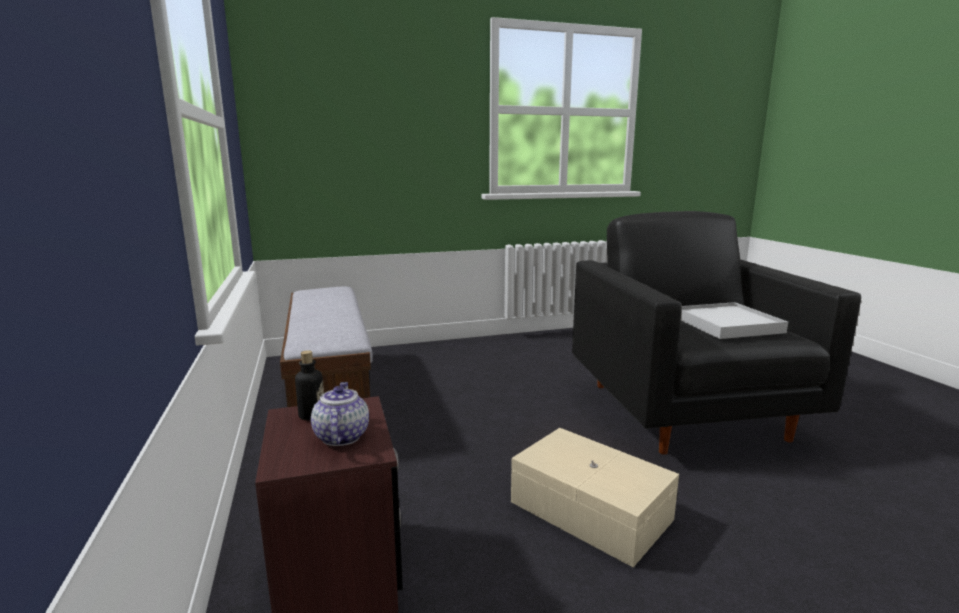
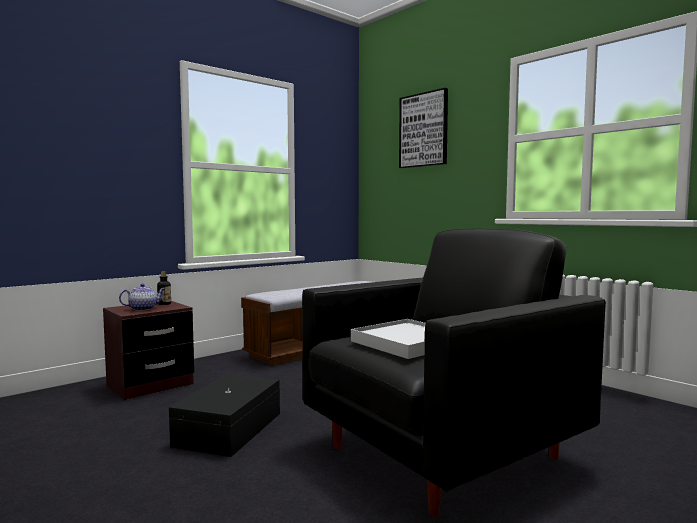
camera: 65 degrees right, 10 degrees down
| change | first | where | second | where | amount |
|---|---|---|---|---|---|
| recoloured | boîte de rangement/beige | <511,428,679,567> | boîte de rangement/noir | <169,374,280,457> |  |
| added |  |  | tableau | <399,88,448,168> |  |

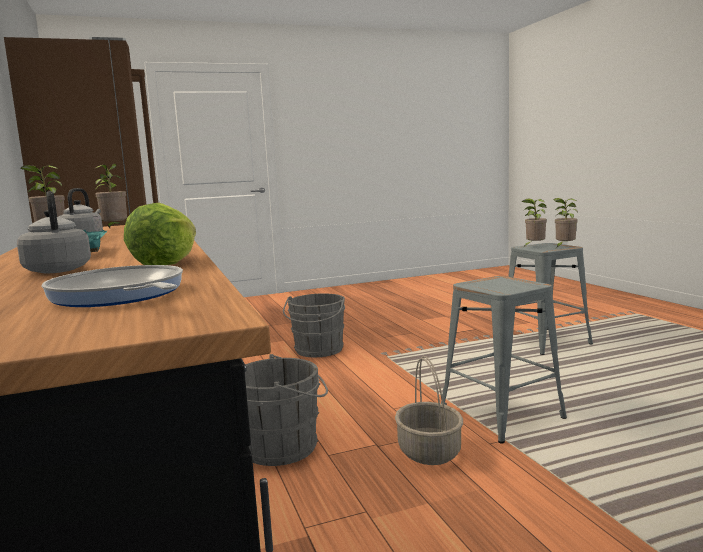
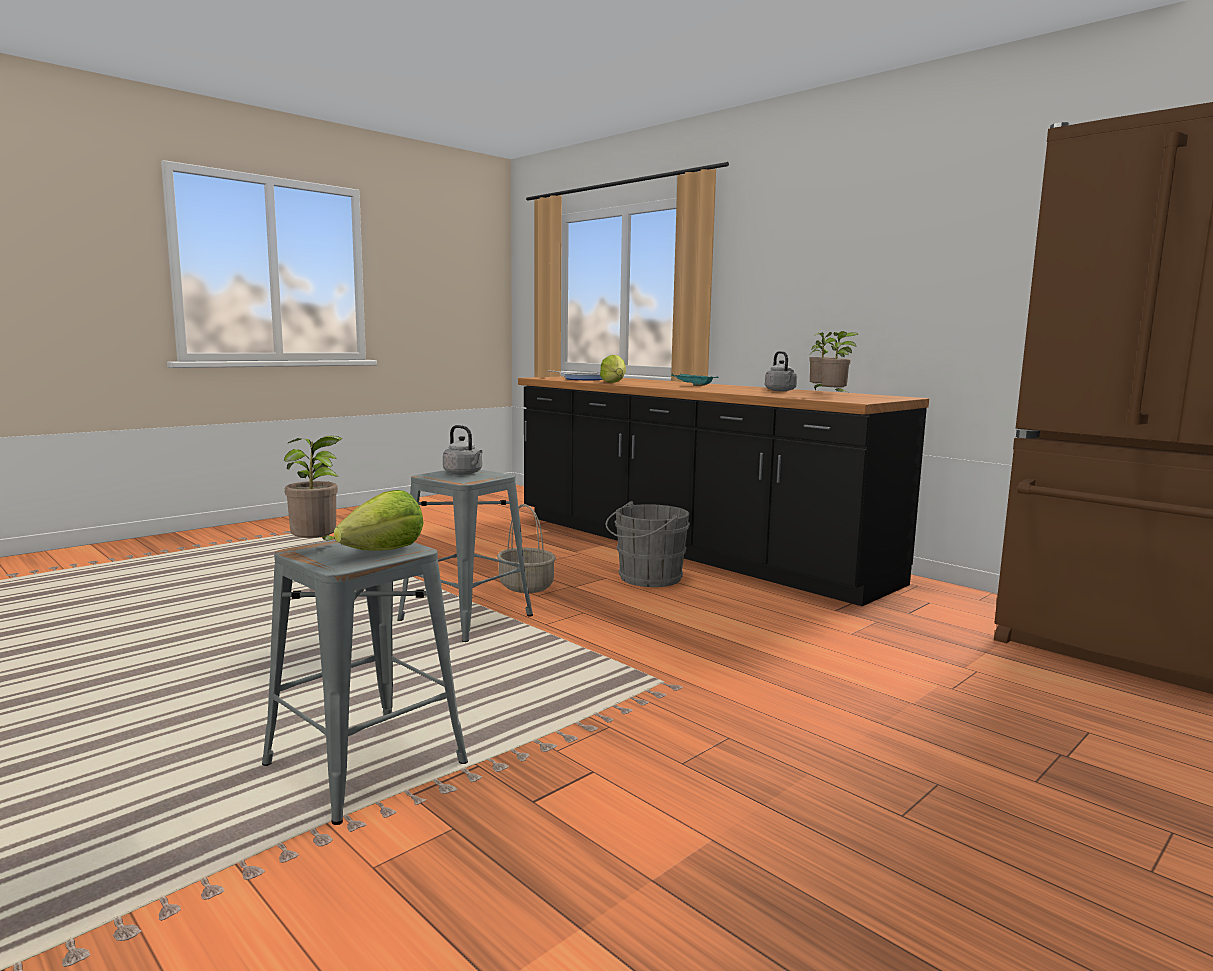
camera: 155 degrees right, 0 degrees up
| change | first | where | second | where | amount |
|---|---|---|---|---|---|
| moved | bouilloire/gris | <17,191,91,273> |  | <443,425,482,475> |  |
| removed | seau/gris | <283,294,345,357> |  |  |  |
| replaced | plante en pot | <521,199,547,246> | laitue | <334,490,423,551> |  |

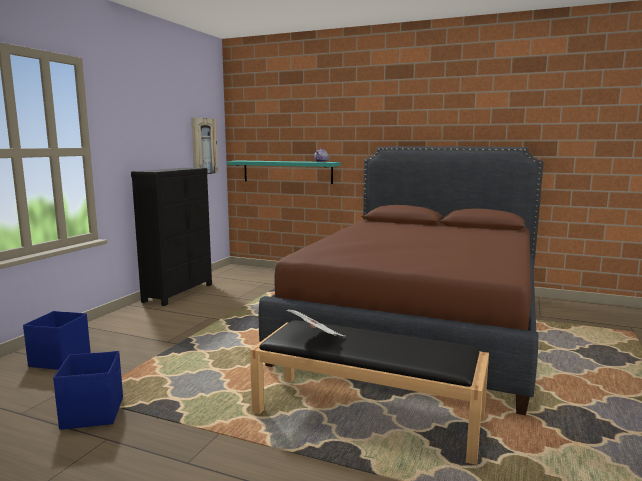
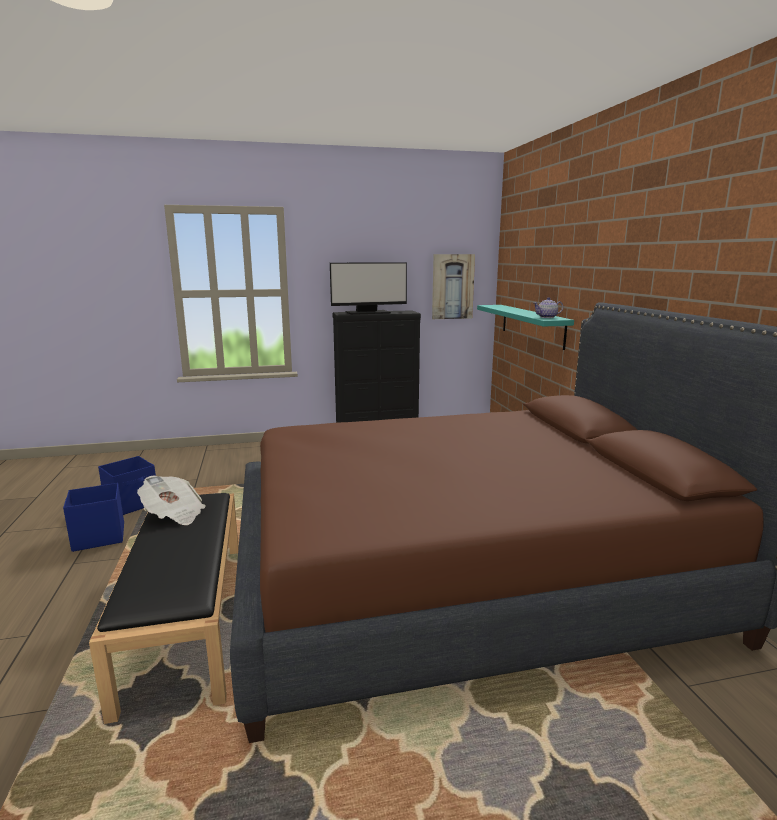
camera: 55 degrees right, 5 degrees up
| change | first | where | second | where | amount |
|---|---|---|---|---|---|
| moved | boîte de rangement/bleu | <23,311,90,370> |  | <63,483,124,552> |  |
| added |  |  | écran d'ordinateur | <330,262,407,315> |  |

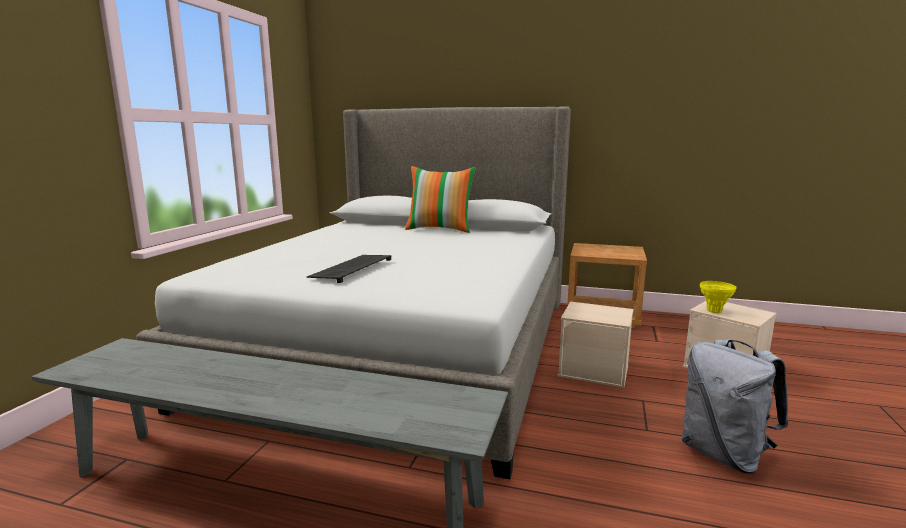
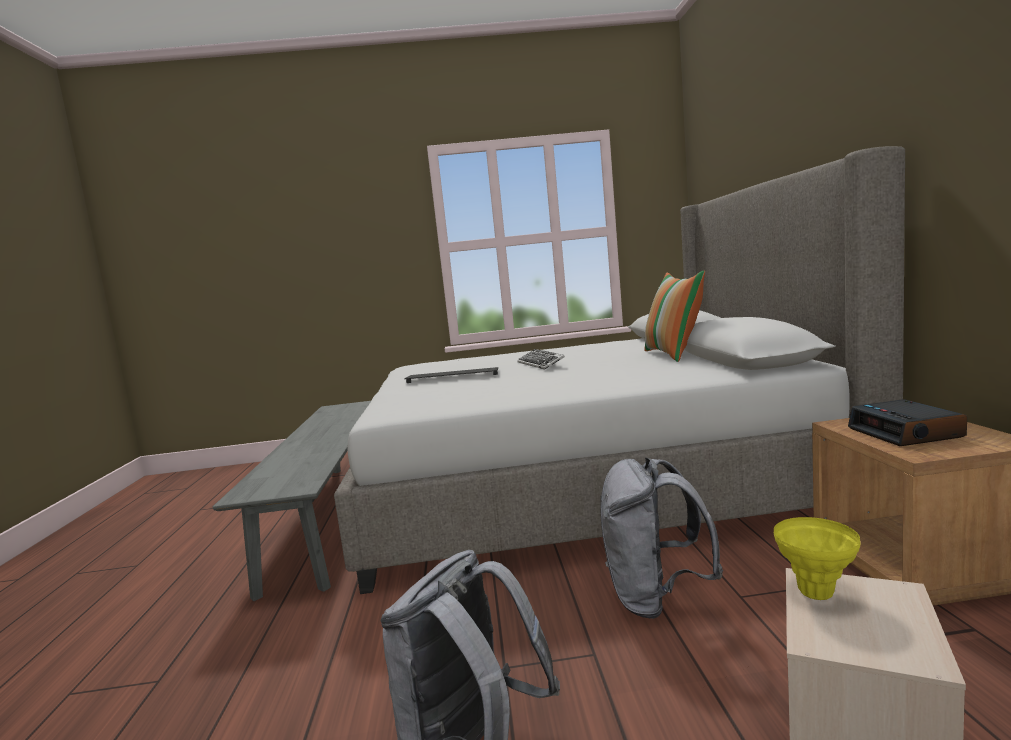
camera: 70 degrees right, 5 degrees down
| change | first | where | second | where | amount |
|---|---|---|---|---|---|
| replaced | boîte de rangement/beige | <558,301,633,388> | sac à dos/gris | <600,457,723,619> |  |
| added |  |  | clavier | <517,349,565,370> |  |
| added |  |  | réveil | <848,399,967,446> |  |

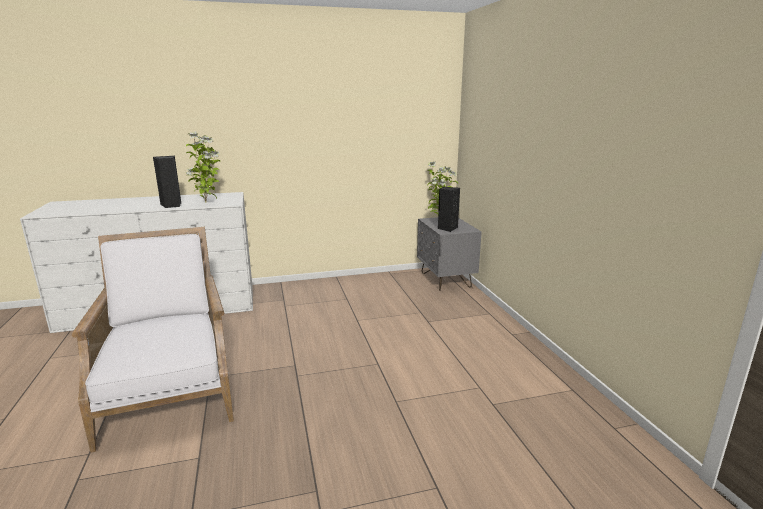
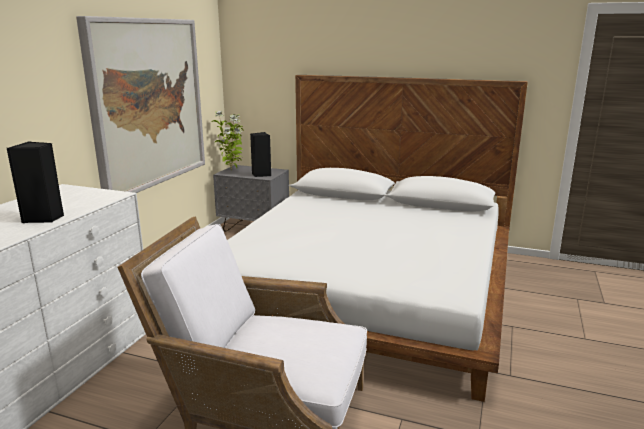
camera: 55 degrees left, 0 degrees up
| change | first | where | second | where | amount |
|---|---|---|---|---|---|
| removed | plante en pot | <186,131,221,203> |  |  |  |
| added |  |  | tableau | <76,16,205,193> |  |
| added |  |  | lit/blanc | <227,75,528,402> |  |

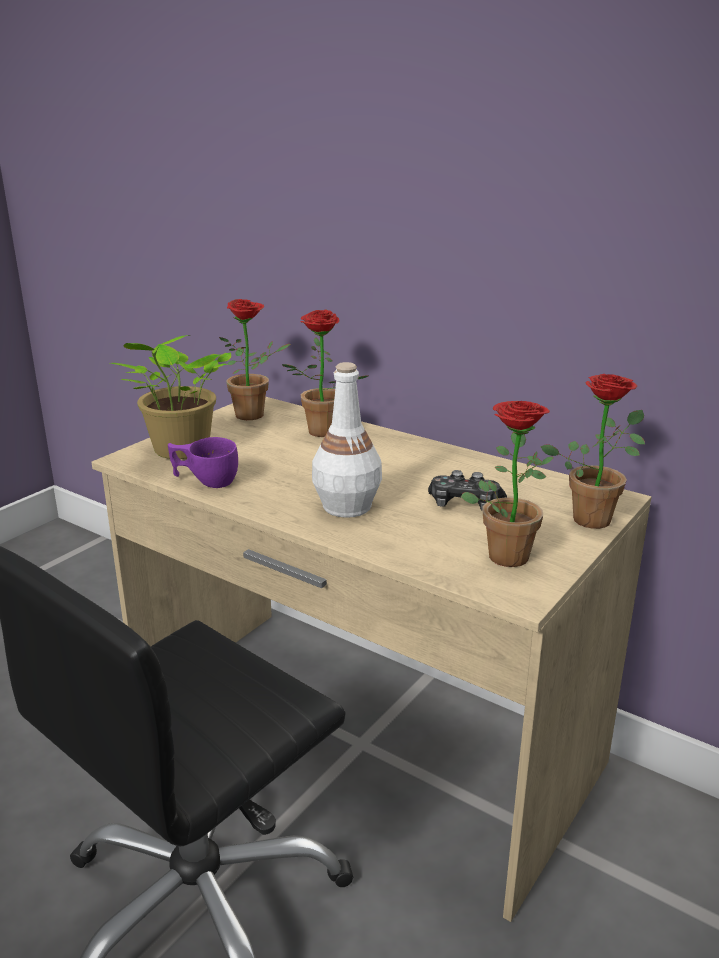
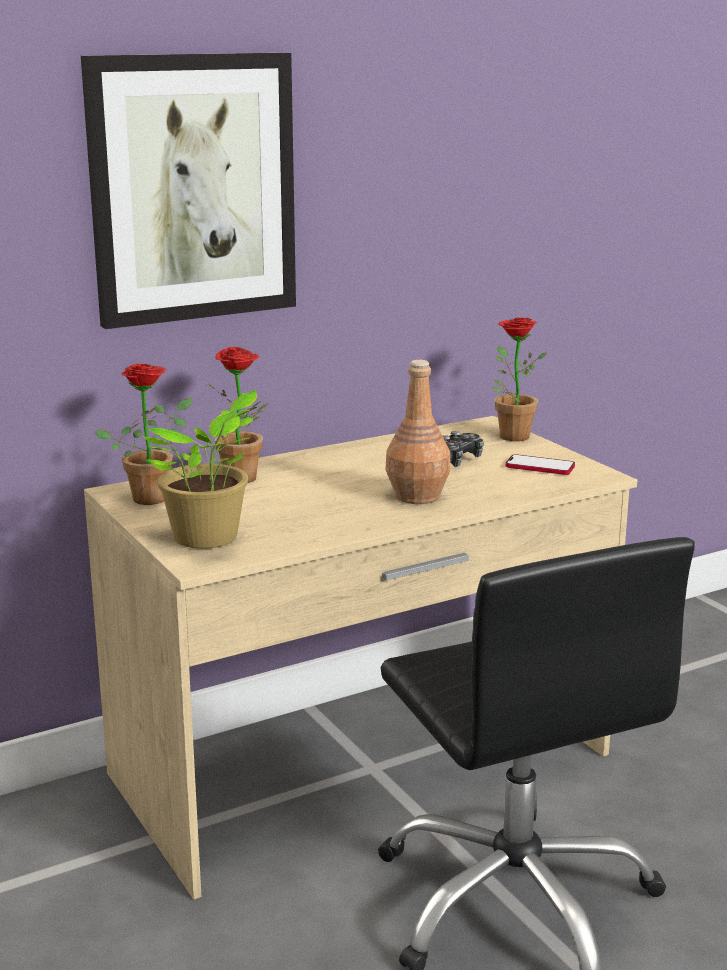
camera: 65 degrees left, 5 degrees down
| change | first | where | second | where | amount |
|---|---|---|---|---|---|
| removed | tasse/violet | <168,437,238,488> |  |  |  |
| recoloured | bouteille/blanc | <312,362,382,518> | bouteille/marron | <386,360,451,504> |  |
| replaced | plante en pot | <461,401,553,567> | téléphone | <506,454,575,475> |  |
| added |  |  | tableau | <81,53,296,329> |  |

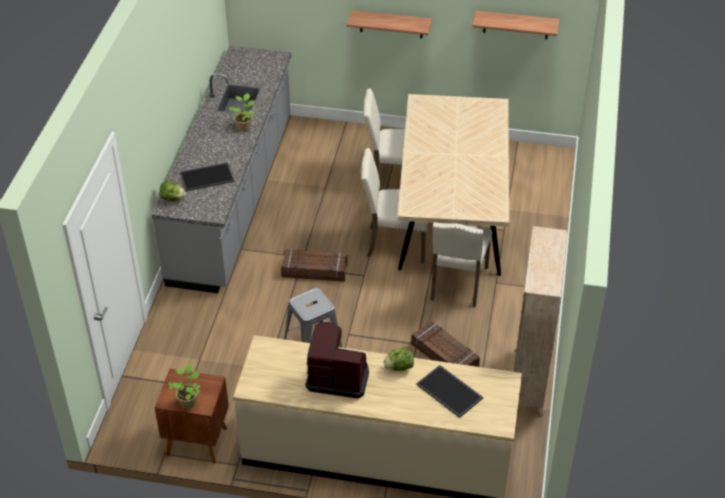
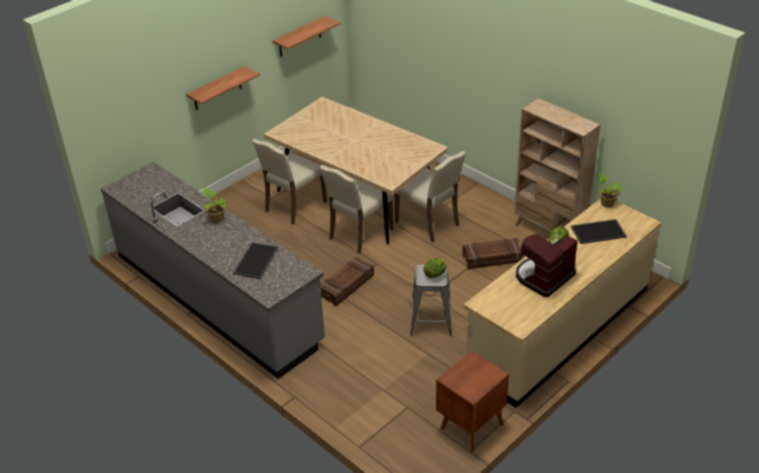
camera: 55 degrees left, 5 degrees down
| change | first | where | second | where | amount |
|---|---|---|---|---|---|
| moved | laitue | <159,181,186,202> |  | <423,258,446,278> |  |
| moved | plante en pot | <168,364,200,409> |  | <598,173,624,208> |  |

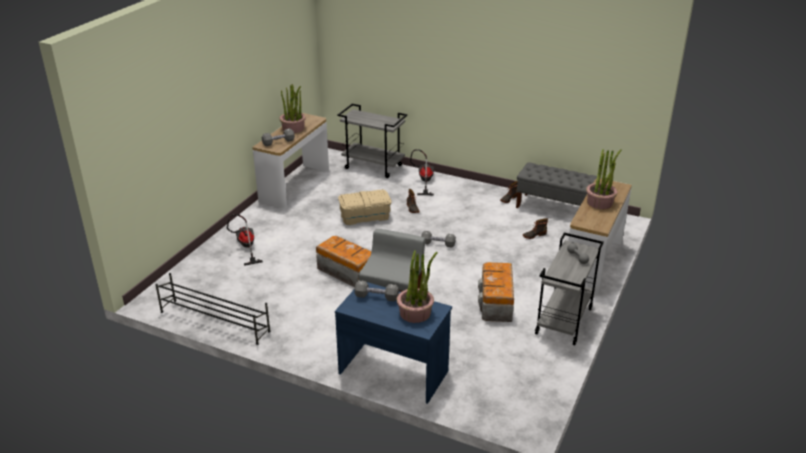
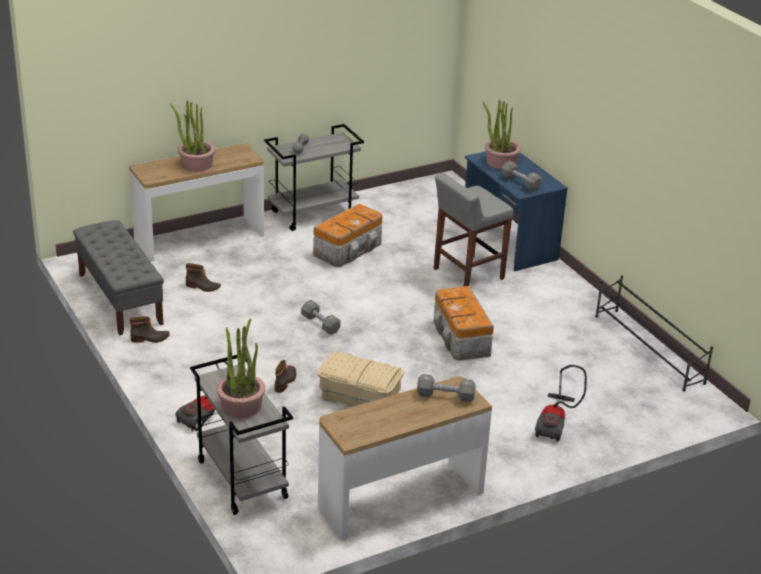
camera: 145 degrees left, 0 degrees up
| change | first | where | second | where | amount |
|---|---|---|---|---|---|
| moved | plante en pot | <280,84,306,133> |  | <217,318,265,418> |  |

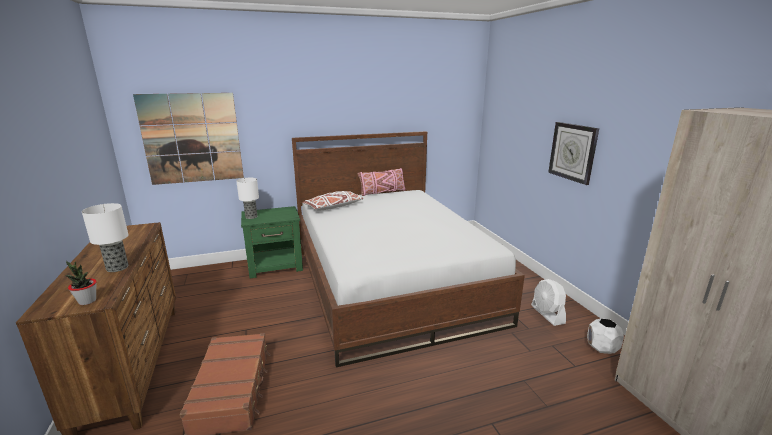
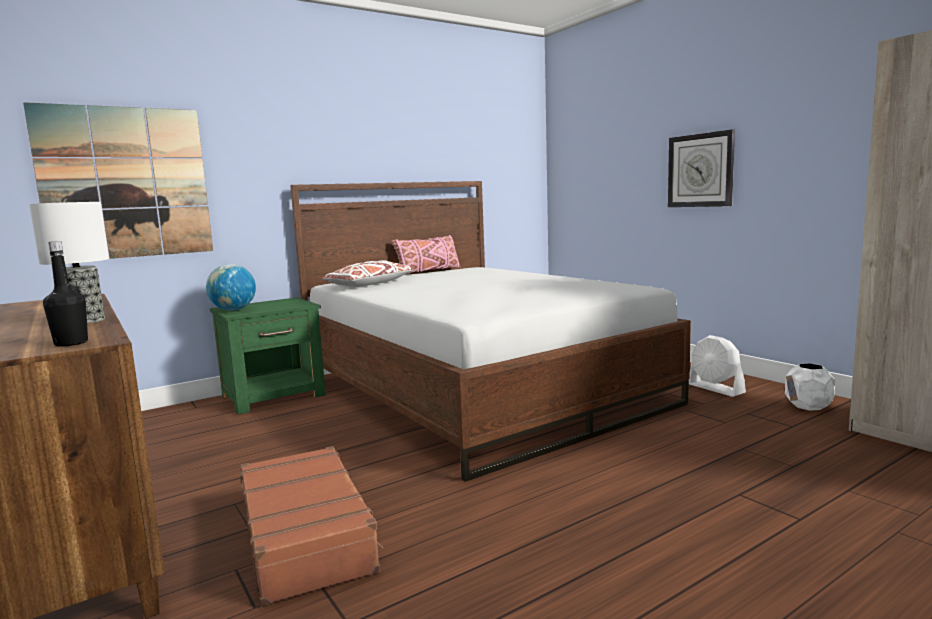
camera: 15 degrees left, 10 degrees down
| change | first | where | second | where | amount |
|---|---|---|---|---|---|
| replaced | plante en pot | <66,261,97,305> | bouteille/noir | <43,241,88,347> |  |
| replaced | lampe de table | <236,178,259,219> | globe | <206,264,256,311> |  |

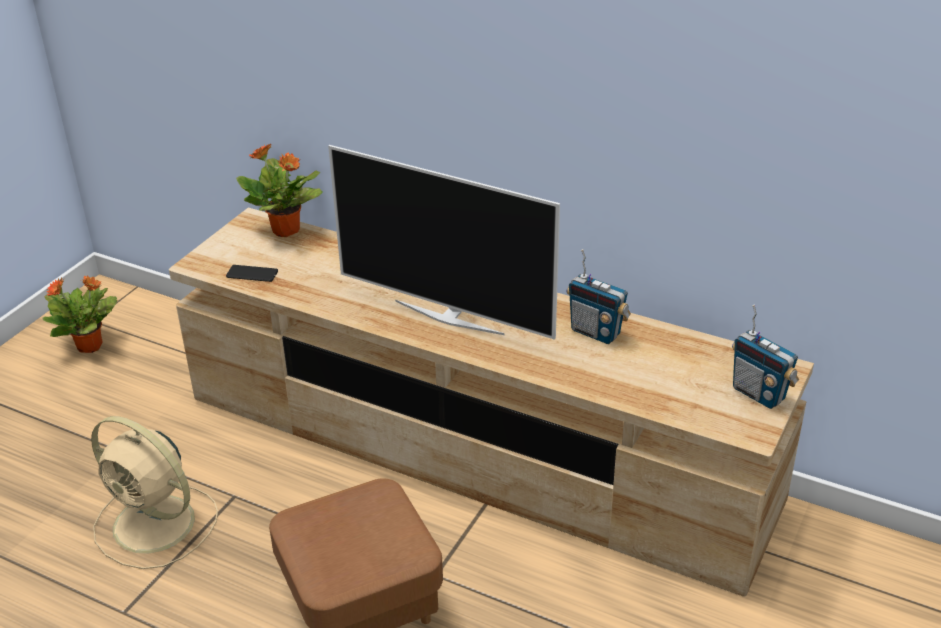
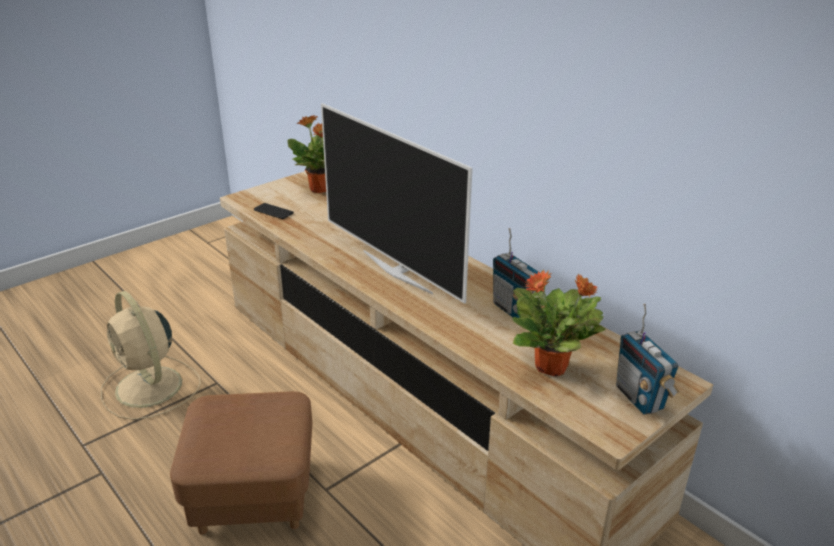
camera: 20 degrees right, 5 degrees down
| change | first | where | second | where | amount |
|---|---|---|---|---|---|
| moved | plante en pot | <42,275,117,353> |  | <512,270,606,376> |  |

